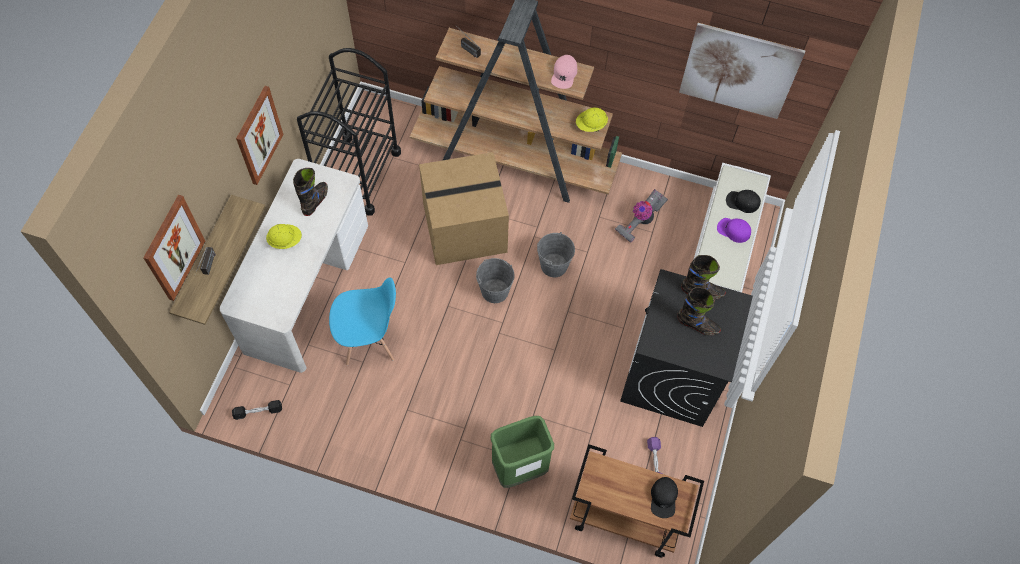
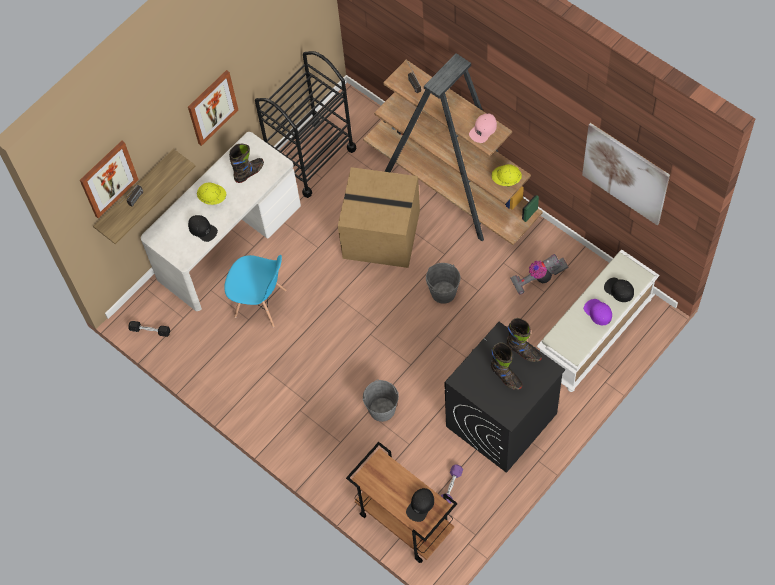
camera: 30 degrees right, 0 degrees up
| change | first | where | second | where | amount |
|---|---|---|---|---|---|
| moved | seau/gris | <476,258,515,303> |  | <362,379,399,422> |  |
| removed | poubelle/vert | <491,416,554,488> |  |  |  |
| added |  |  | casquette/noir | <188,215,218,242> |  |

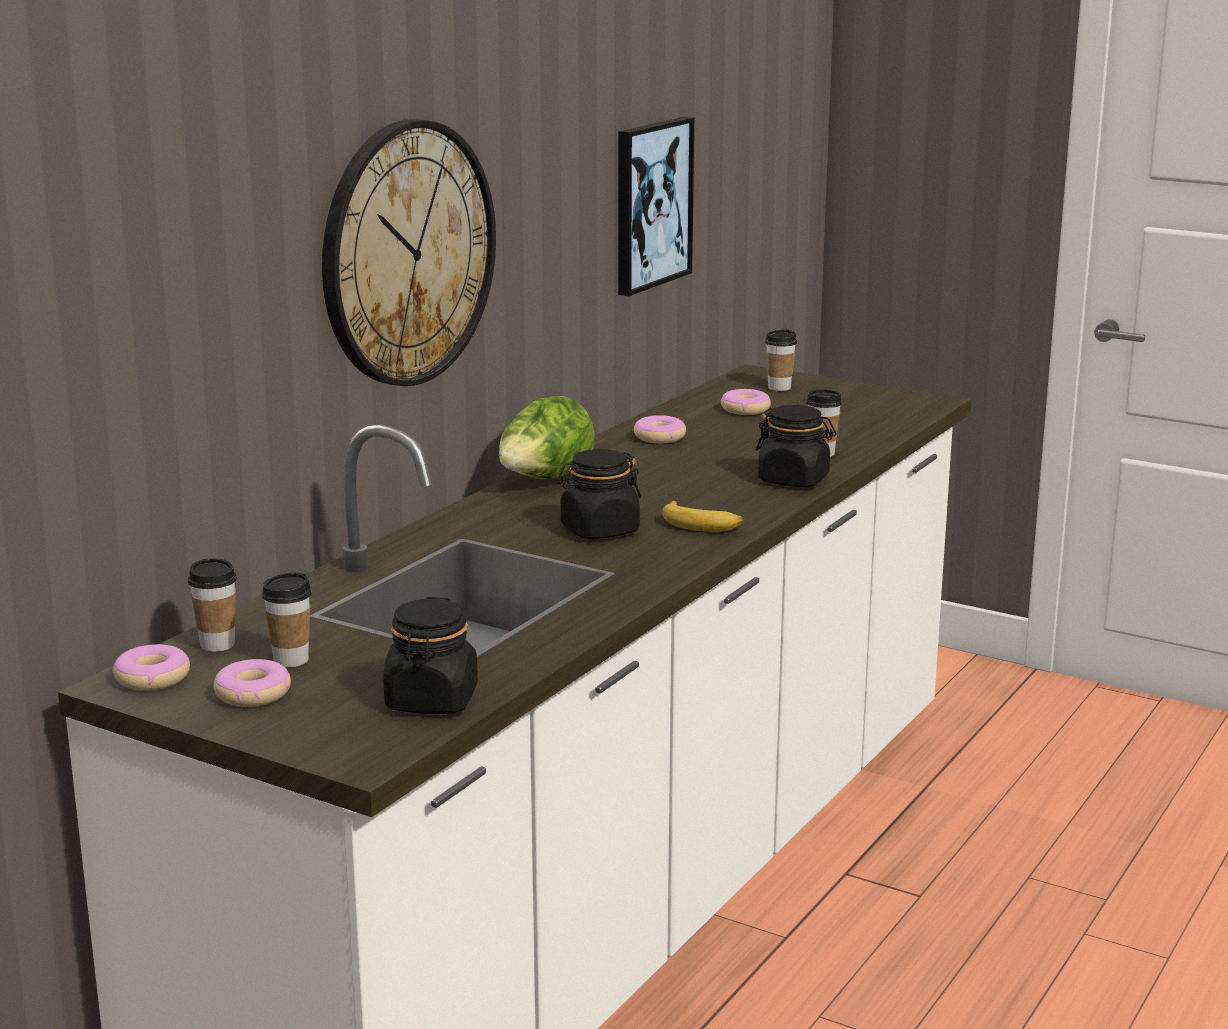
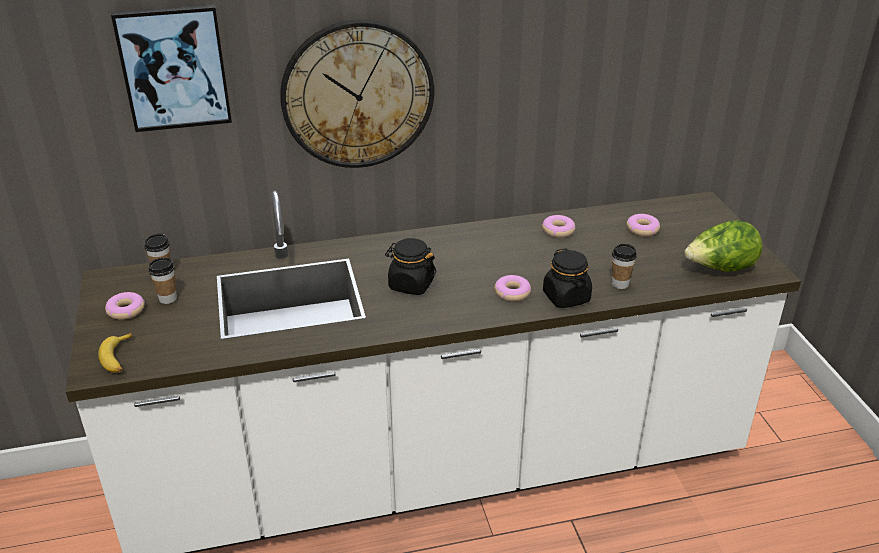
camera: 45 degrees right, 15 degrees up
| change | first | where | second | where | amount |
|---|---|---|---|---|---|
| moved | beignet | <112,644,190,691> |  | <494,275,531,302> |  |
| removed | bocal/noir | <383,597,478,714> |  |  |  |
| moved | laitue | <499,396,595,479> |  | <684,220,762,272> |  |
| moved | tableau | <618,117,694,296> |  | <111,4,232,132> |  |
| moved | banane | <662,500,744,532> |  | <98,333,132,373> |  |
| removed | tasse | <765,329,797,391> |  |  |  |

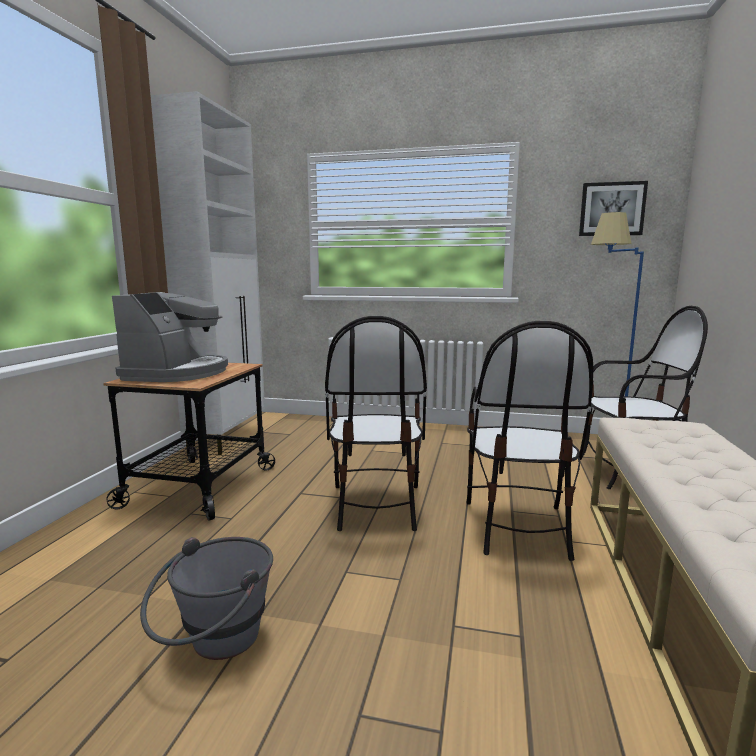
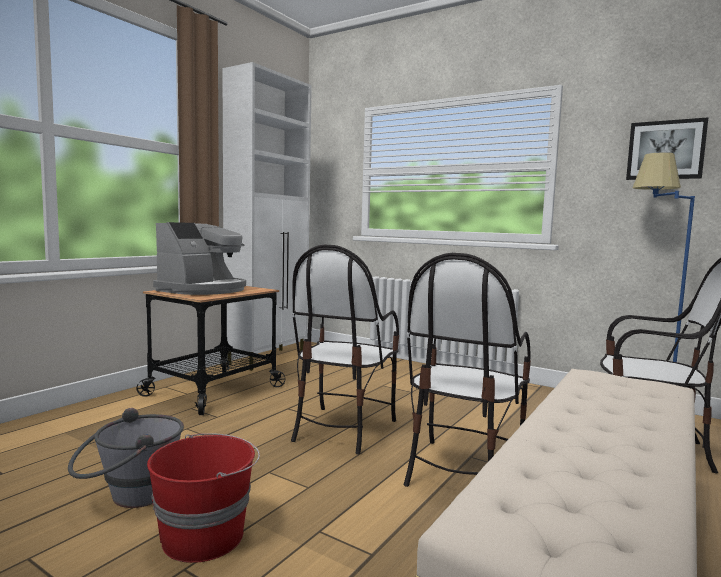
camera: 20 degrees right, 5 degrees down
| change | first | where | second | where | amount |
|---|---|---|---|---|---|
| added |  |  | seau/rouge | <147,433,260,563> |  |

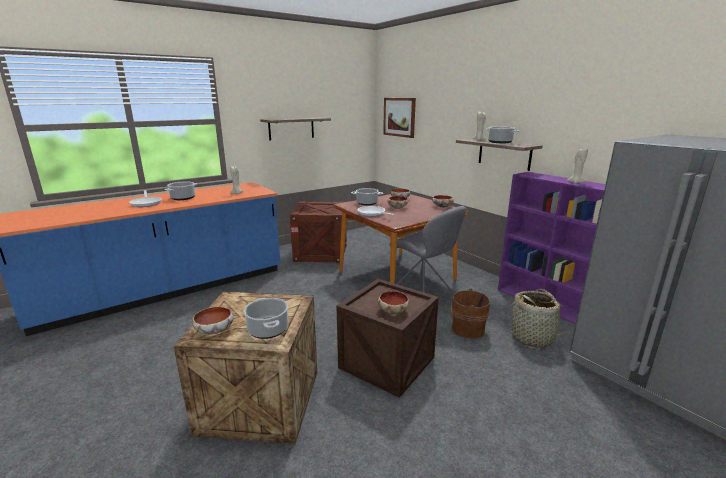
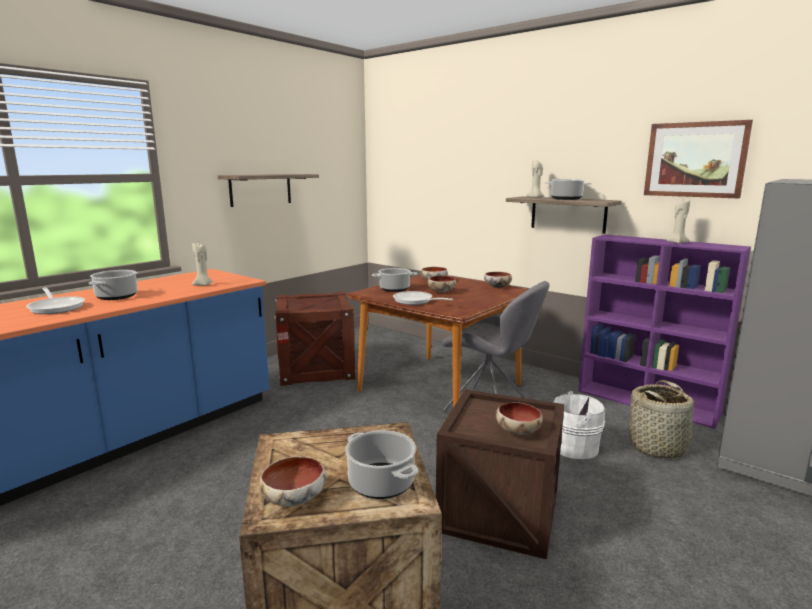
camera: 15 degrees left, 5 degrees down
| change | first | where | second | where | amount |
|---|---|---|---|---|---|
| moved | tableau | <383,98,416,138> |  | <644,120,753,198> |  |
| recoloured | seau/marron | <451,289,490,338> | seau/blanc | <553,391,605,459> |  |

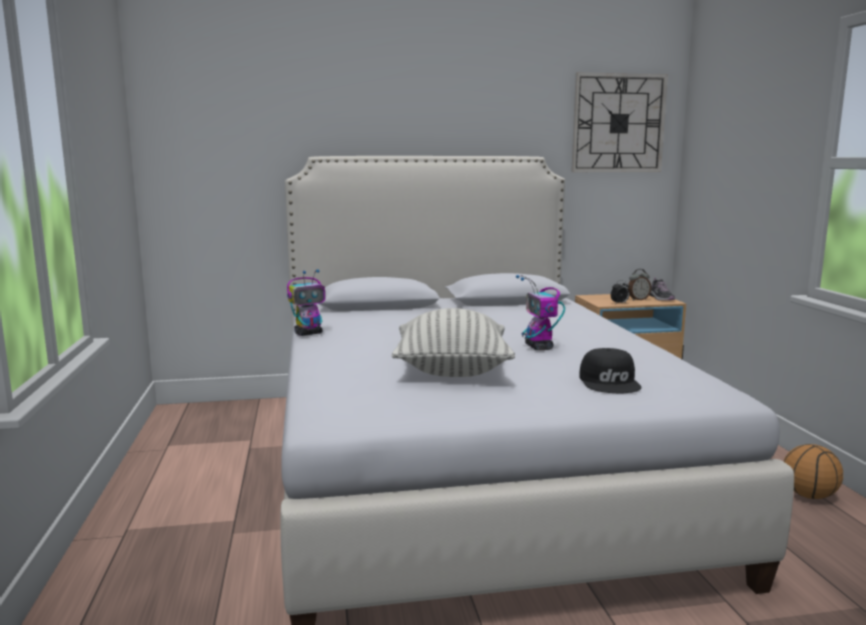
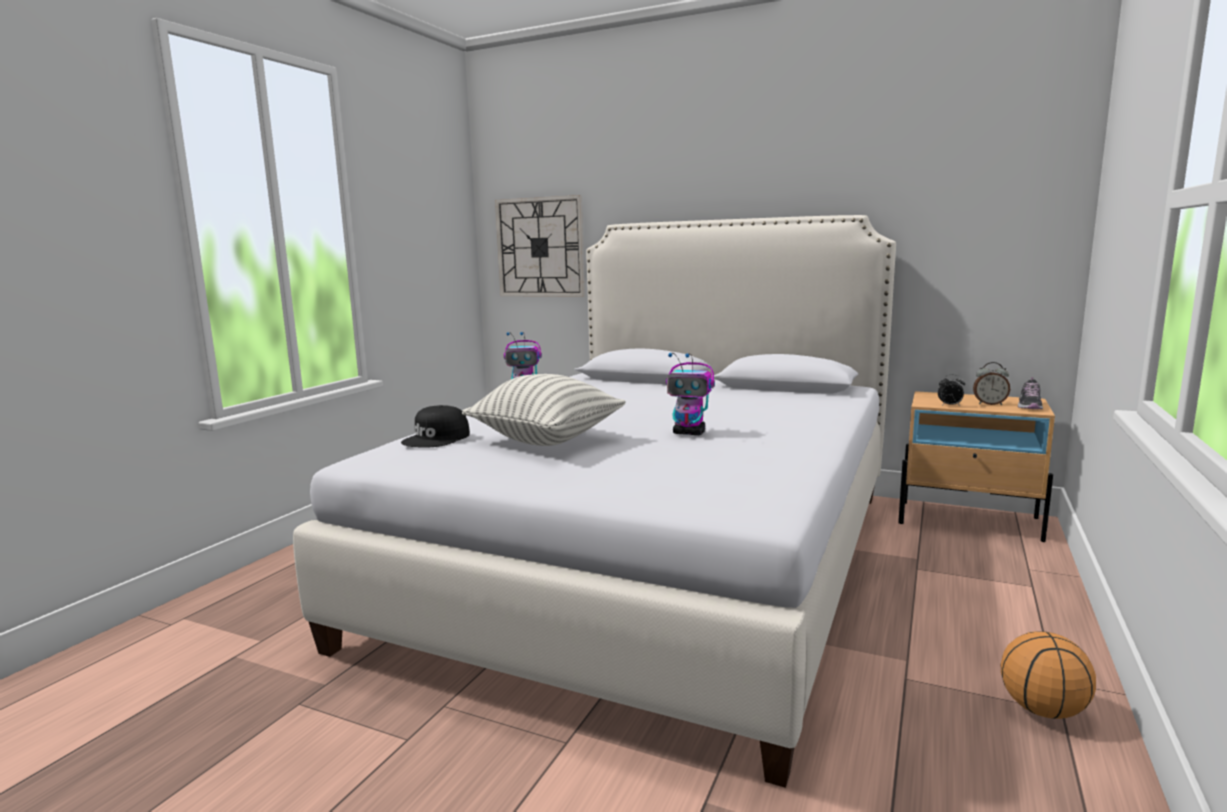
camera: 35 degrees right, 0 degrees up
| change | first | where | second | where | amount |
|---|---|---|---|---|---|
| turned | robot jouet | <516,275,565,350> |  | <666,353,715,435> | 90 degrees counterclockwise |
| moved | horloge murale | <571,73,668,172> |  | <495,195,585,297> |  |
| moved | casquette/noir | <580,348,642,393> |  | <401,405,470,448> |  |

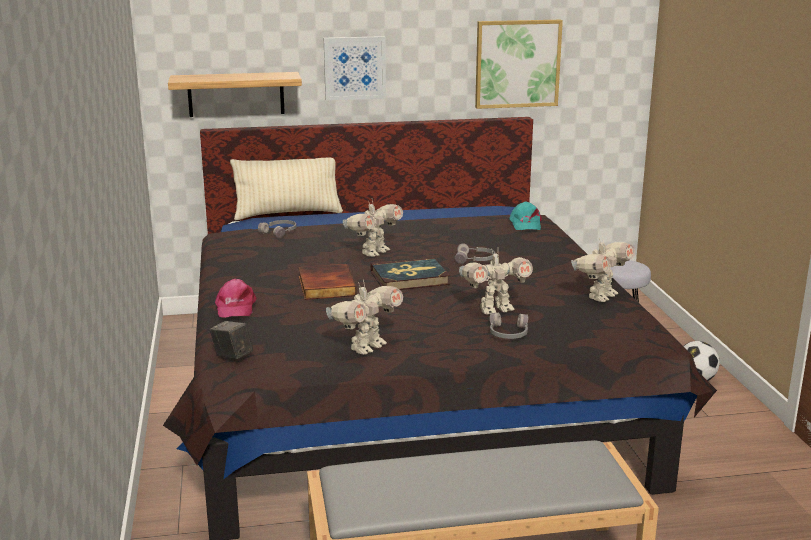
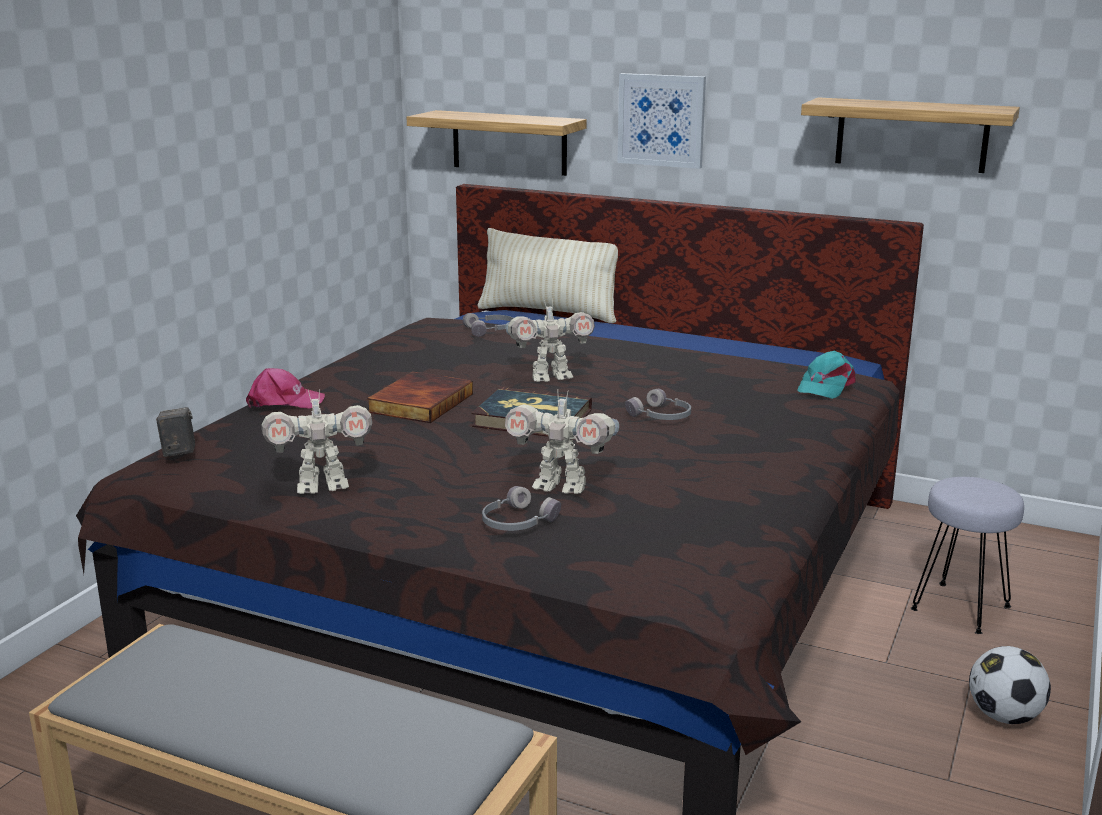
camera: 35 degrees right, 0 degrees up
| change | first | where | second | where | amount |
|---|---|---|---|---|---|
| turned | casquette/rose | <215,279,257,318> |  | <246,368,325,409> | 120 degrees counterclockwise |
| replaced | tableau | <475,20,563,109> | étagère | <801,98,1020,173> |  |
| removed | robot jouet | <571,236,635,302> |  |  |  |

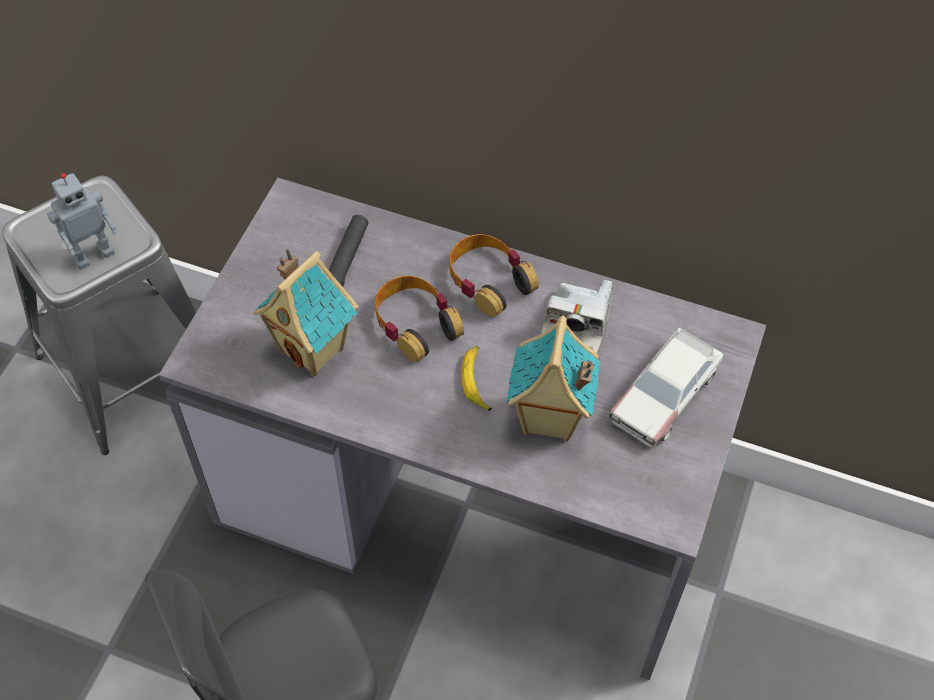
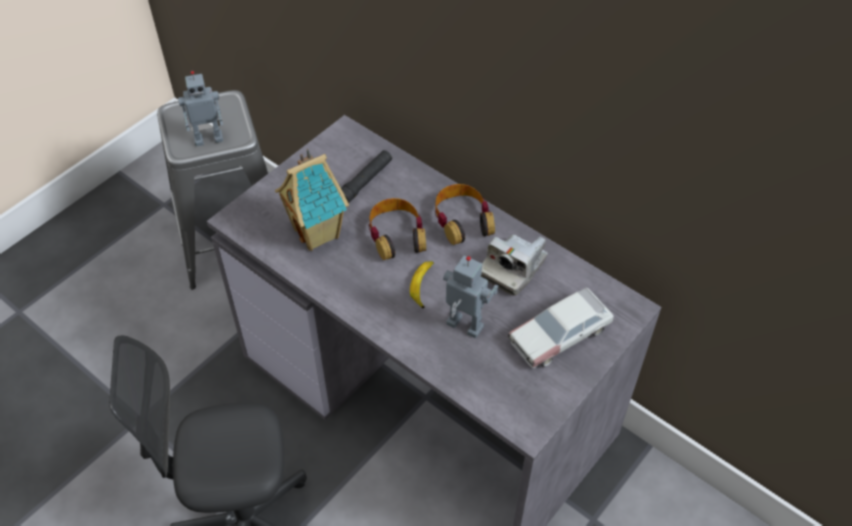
camera: 20 degrees right, 5 degrees down
| change | first | where | second | where | amount |
|---|---|---|---|---|---|
| replaced | maison miniature | <506,316,600,442> | robot jouet | <443,256,498,338> |  |

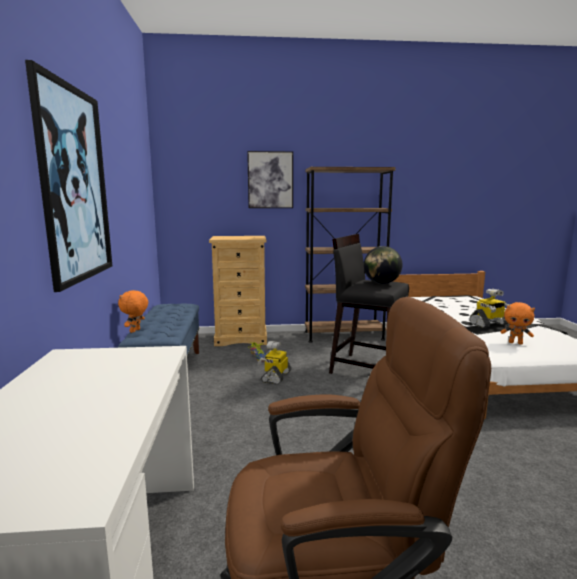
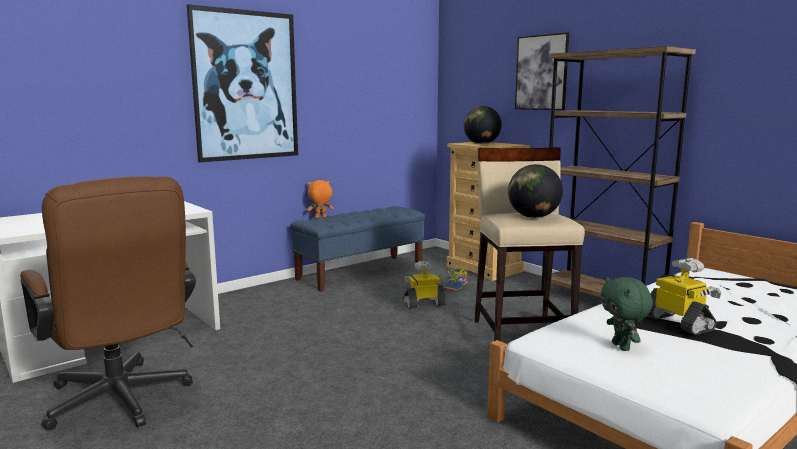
camera: 55 degrees right, 0 degrees up
| change | first | where | second | where | amount |
|---|---|---|---|---|---|
| recoloured | tabouret/noir | <329,234,409,374> | tabouret/beige | <475,147,585,341> |  |
| turned | robot jouet | <469,288,511,328> |  | <647,258,721,335> | 150 degrees counterclockwise |
| recoloured | peluche/orange | <501,302,535,344> | peluche/vert | <601,277,653,351> |  |
| added |  |  | globe | <464,106,502,144> |  |

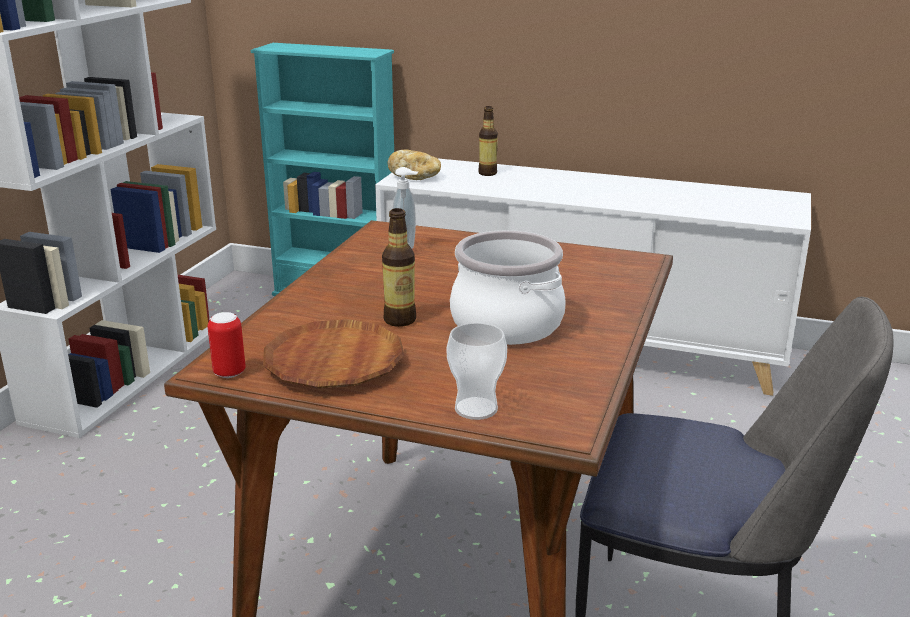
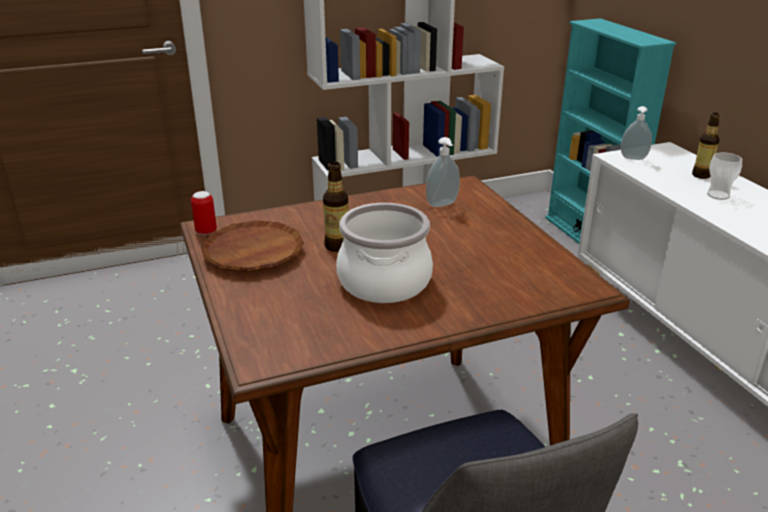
camera: 50 degrees right, 5 degrees up
| change | first | where | second | where | amount |
|---|---|---|---|---|---|
| replaced | pain | <387,150,441,180> | distributeur de savon | <621,106,652,160> |  |
| moved | tasse | <447,323,507,420> |  | <707,152,742,200> |  |

